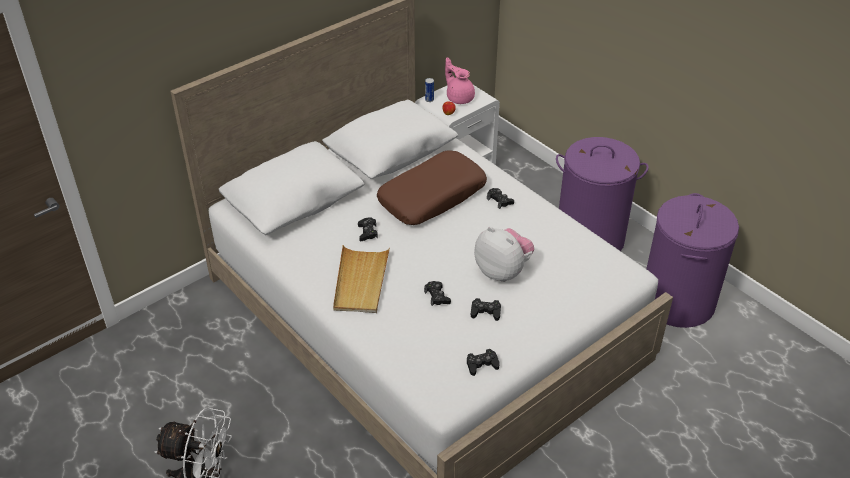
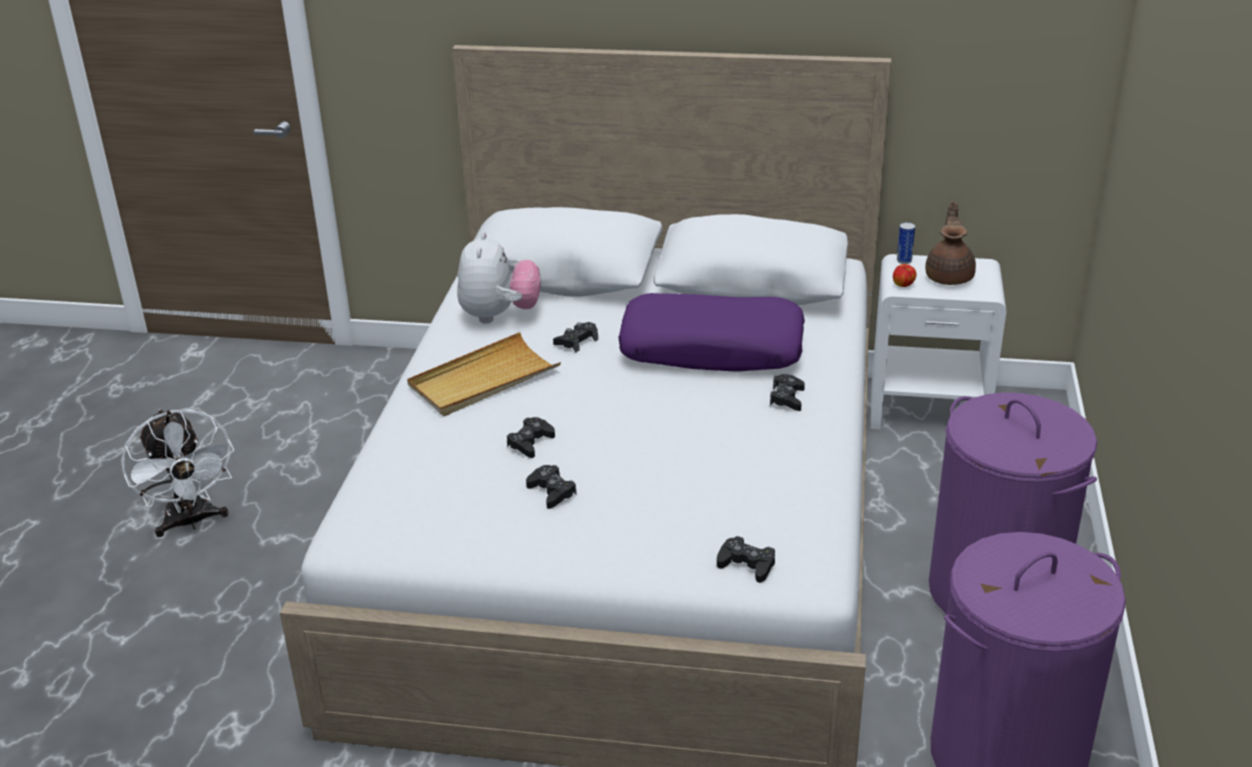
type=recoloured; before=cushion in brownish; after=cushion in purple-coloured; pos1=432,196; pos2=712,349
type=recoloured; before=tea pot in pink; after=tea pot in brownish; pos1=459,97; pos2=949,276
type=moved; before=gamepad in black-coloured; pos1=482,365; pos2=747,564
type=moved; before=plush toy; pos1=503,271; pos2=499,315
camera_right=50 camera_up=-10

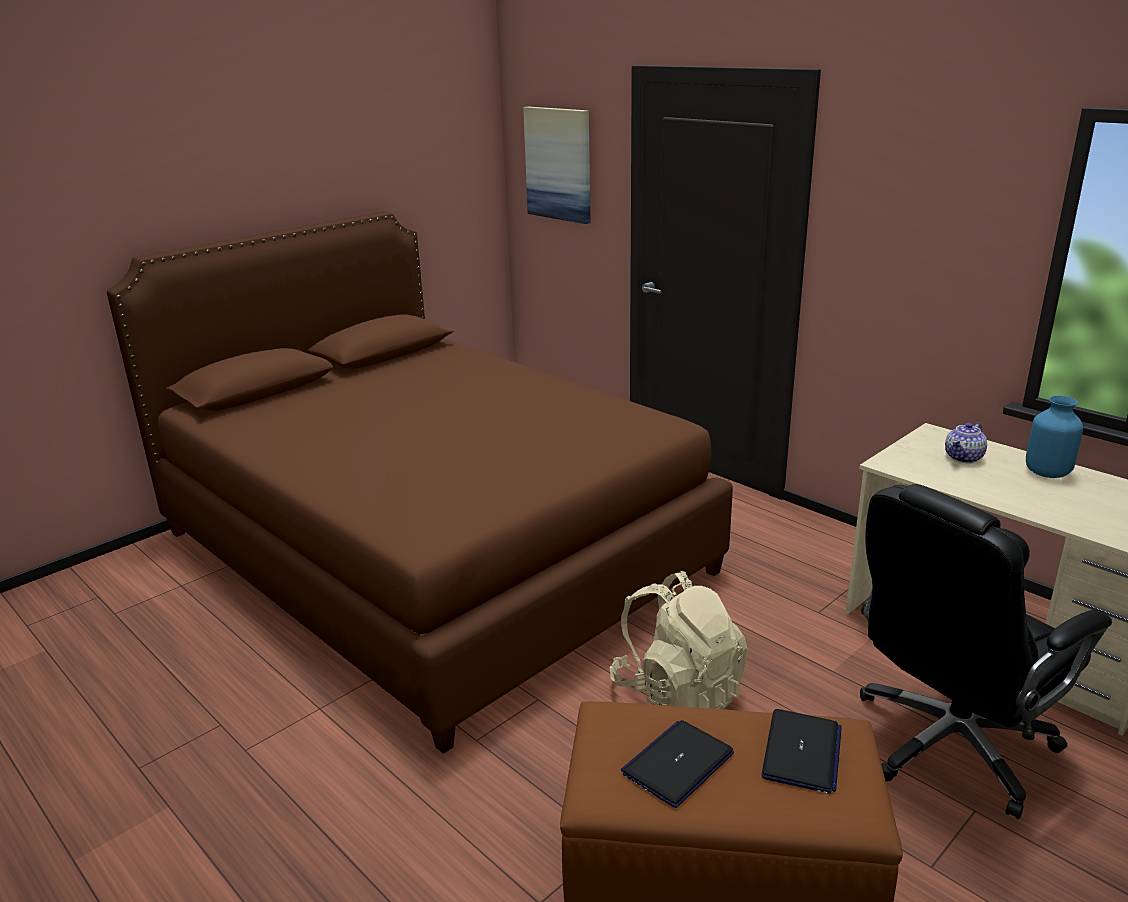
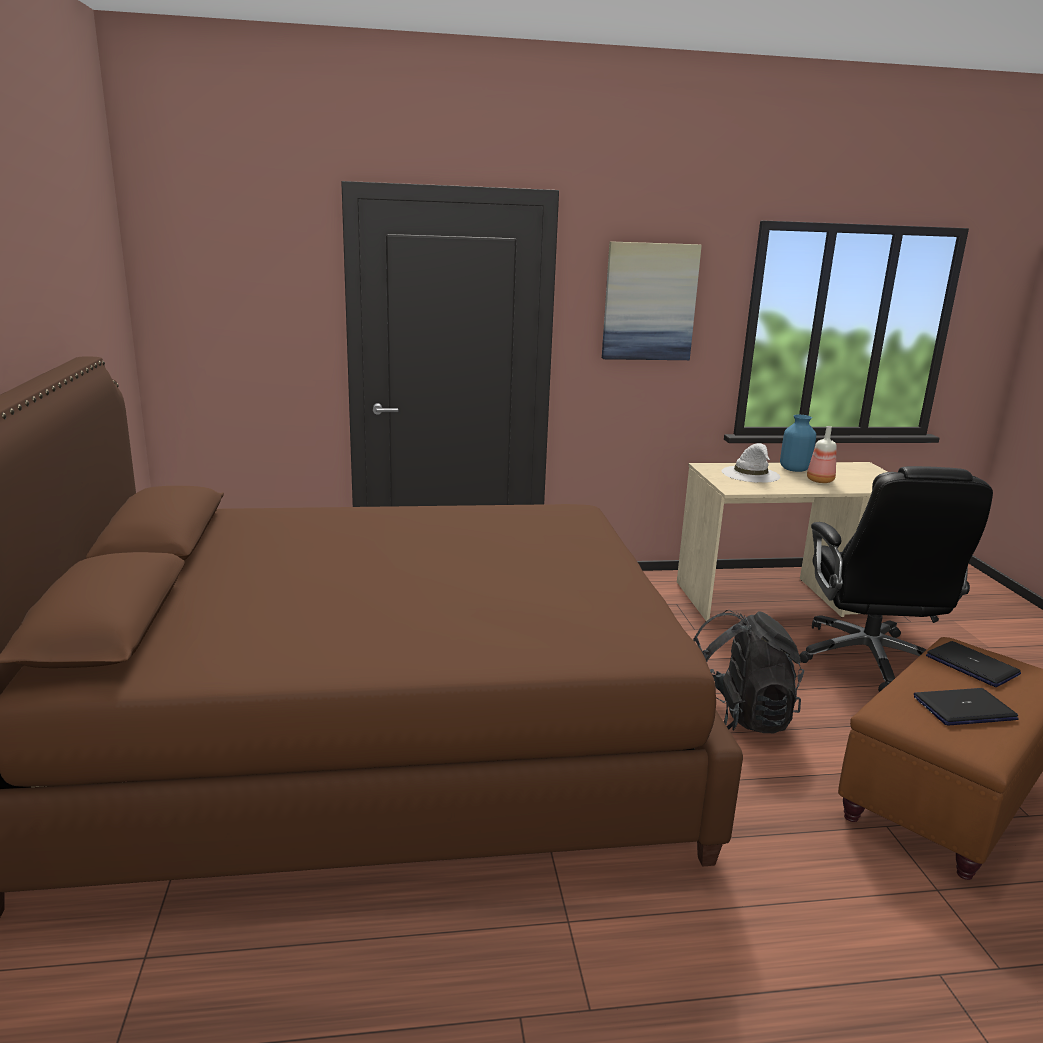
type=moved; before=picture; pos1=559,164; pos2=649,302
type=recoloured; before=knapsack in beige-coloured; after=knapsack in black-coloured; pos1=678,693; pos2=735,719
type=turned; before=notebook computer; pos1=678,764; pos2=964,708; turn=90
type=replaced; before=tea pot; after=hat in whitish; pos1=964,457; pos2=751,474
type=added; after=beverage bottle; pos2=820,481
camera_right=-55 camera_up=-5

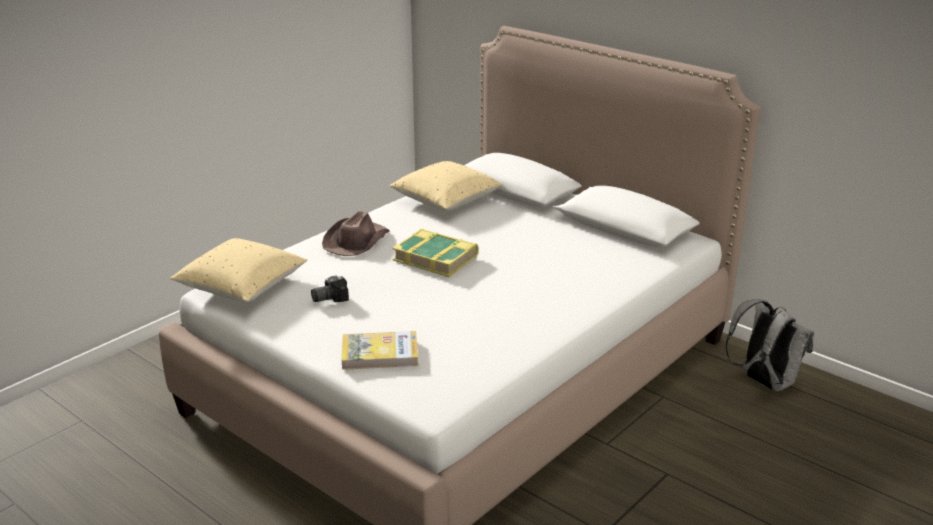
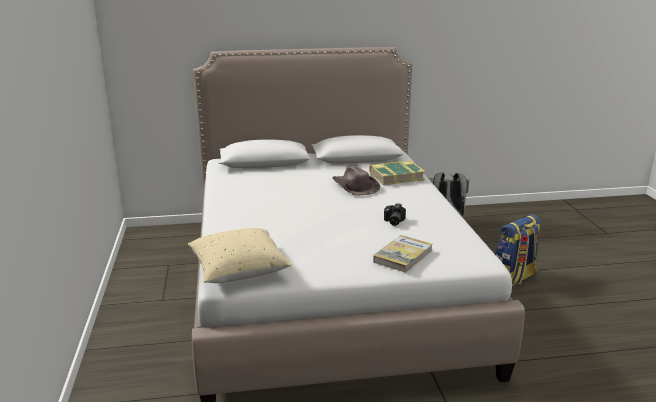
type=moved; before=still camera; pos1=328,298; pos2=393,221
type=moved; before=hat in brownish; pos1=356,241; pos2=355,187
type=removed; before=cushion in beige-coloured; pos1=446,201
type=moved; before=volume; pos1=436,258; pos2=396,177
type=added; after=knapsack; pos2=514,278
camera_right=-50 camera_up=-5

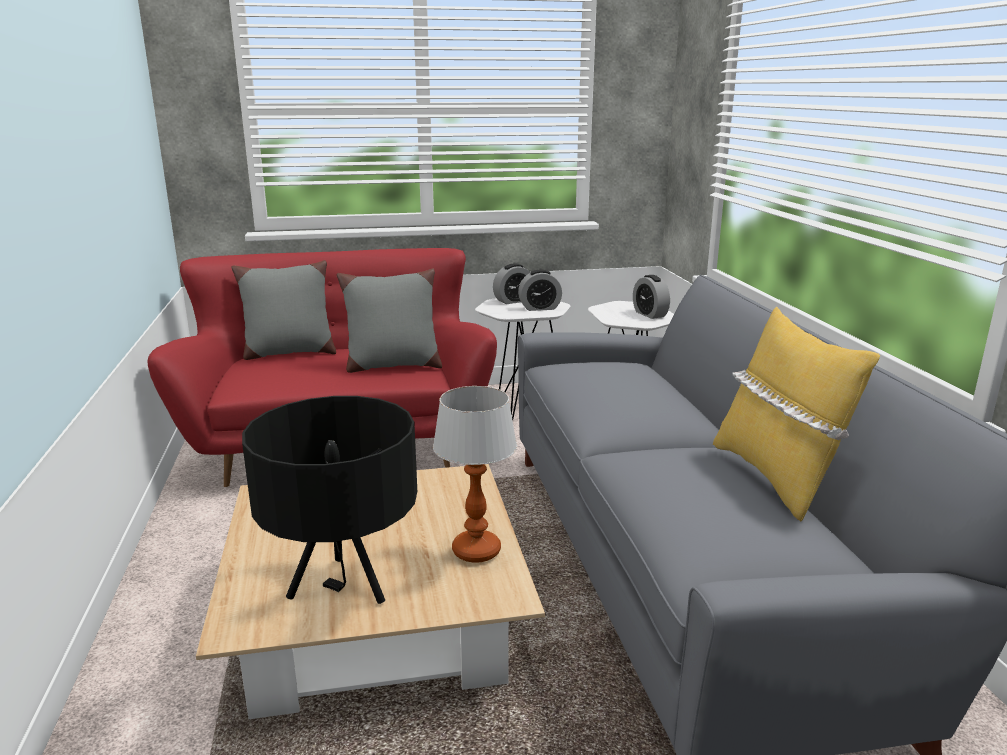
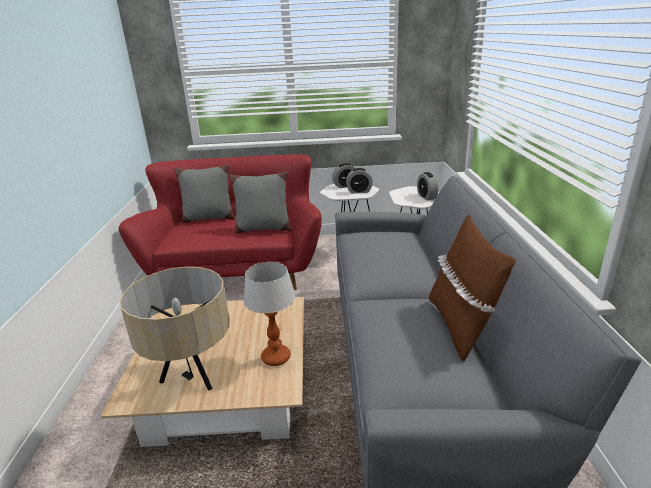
type=recoloured; before=lamp for a table in black-coloured; after=lamp for a table in beige-coloured; pos1=343,590; pos2=192,379
type=recoloured; before=cushion in yellow; after=cushion in brownish; pos1=776,477; pos2=461,325
camera_right=10 camera_up=5

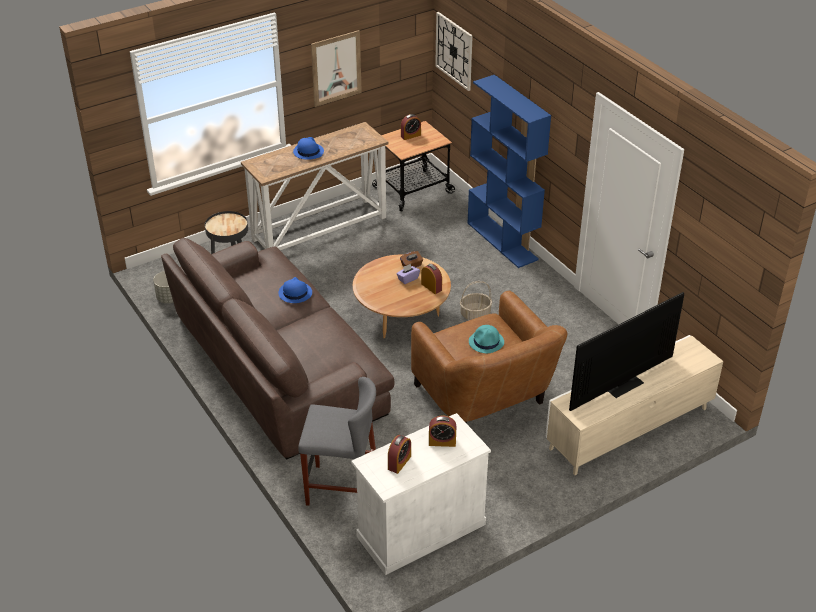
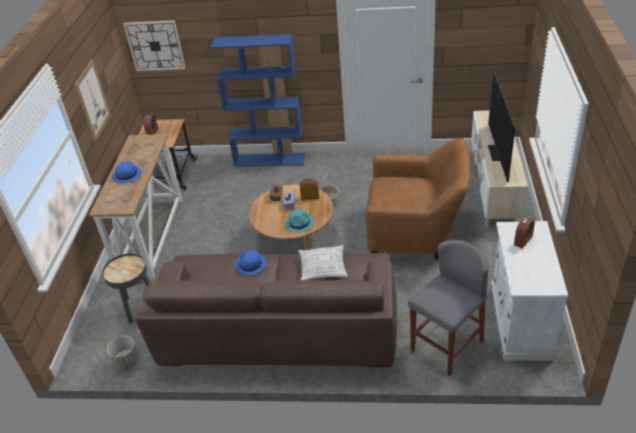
type=removed; before=table clock; pos1=399,462
type=moved; before=hat in turquoise; pos1=486,342; pos2=299,223
type=added; after=cushion; pos2=323,269
camera_right=-50 camera_up=0

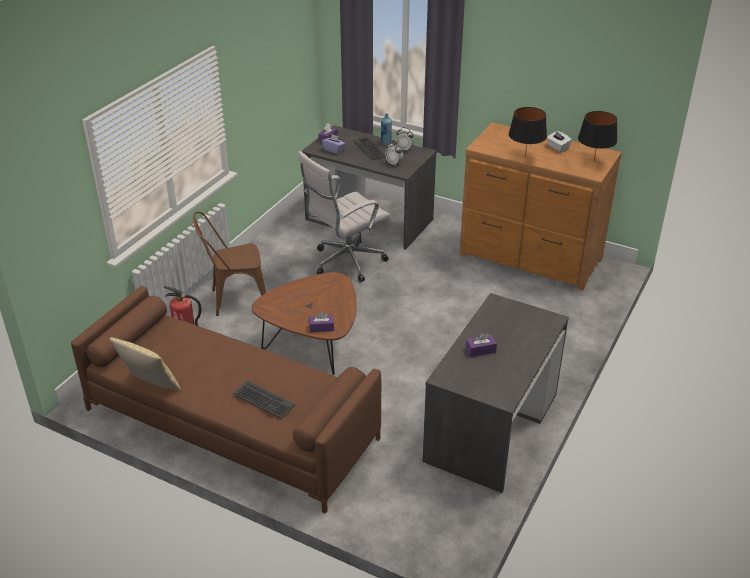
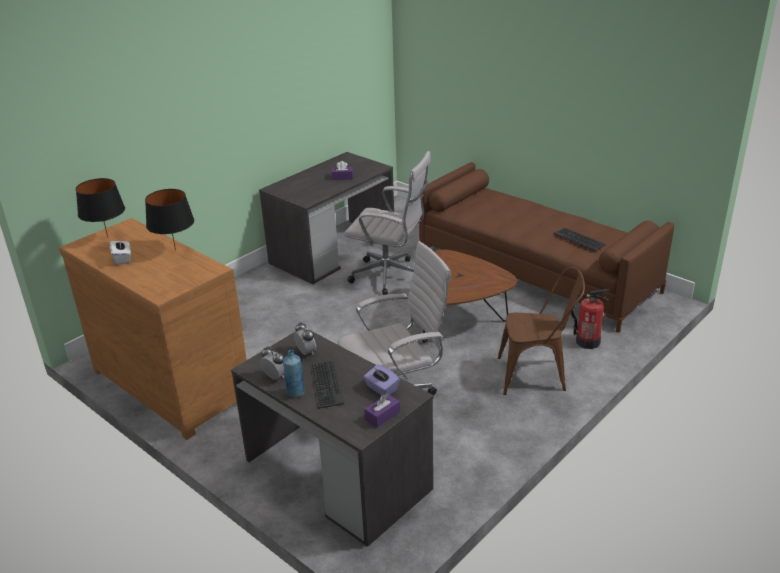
type=removed; before=cushion; pos1=150,386
type=moved; before=keyboard; pos1=263,400; pos2=579,239
type=removed; before=tissue box in purple-coloured; pos1=321,327
type=added; after=desk chair in whitish; pos2=390,277
camera_right=-165 camera_up=-5

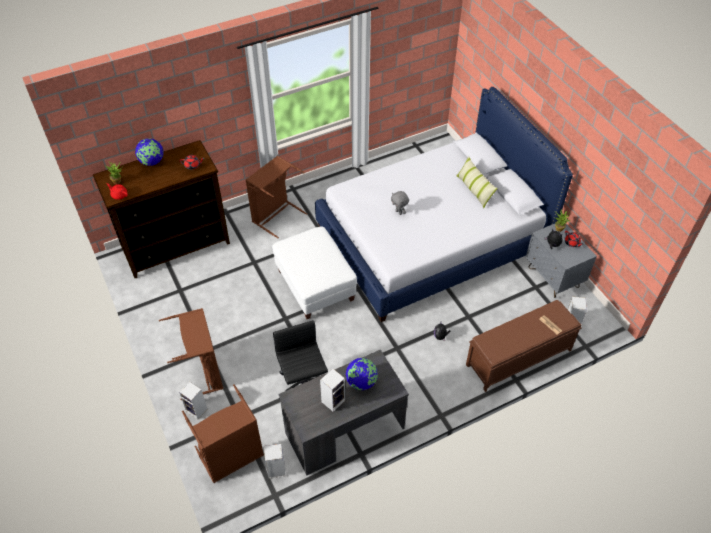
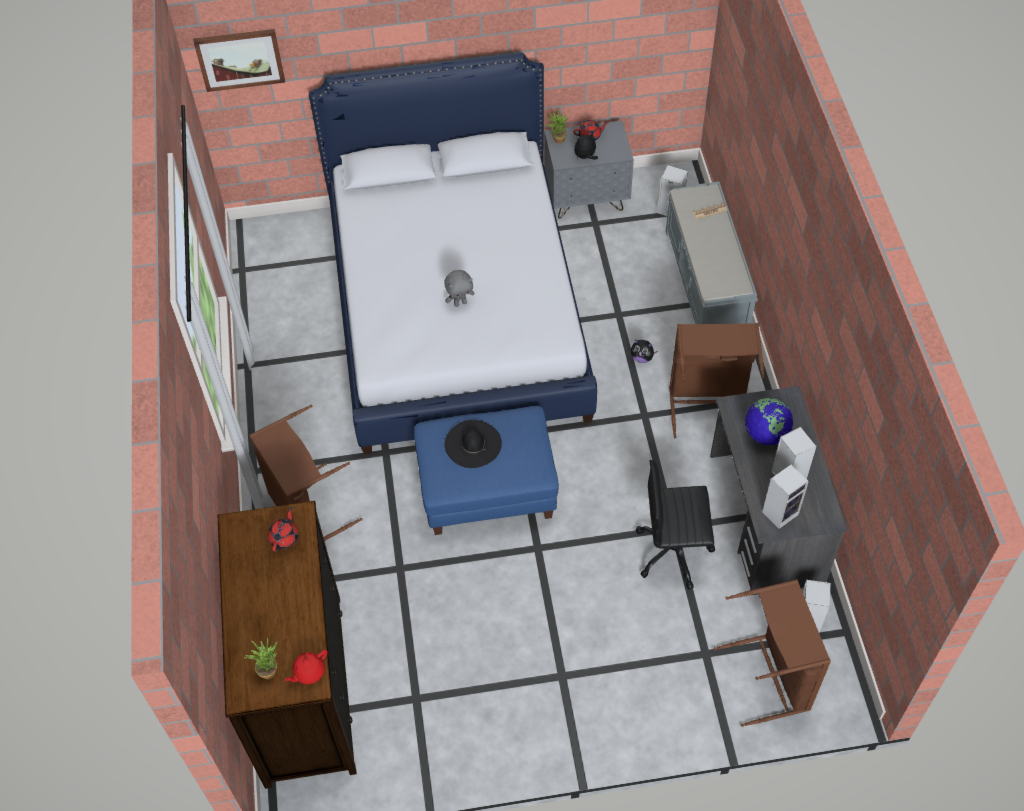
type=removed; before=globe; pos1=152,162
type=moved; before=laundry basket in brownish; pos1=204,372; pos2=709,404
type=moved; before=speaker; pos1=197,410; pos2=780,512
type=recoloured; before=ottoman in whitish; after=ottoman in blue-coloured; pos1=315,286; pos2=487,490
type=removed; before=cushion; pos1=474,190
type=recoloured; before=long seat in brownish; after=long seat in grey; pos1=518,358; pos2=706,284
type=added; after=picture; pos2=240,59
type=added; after=hat in black-coloured; pos2=473,444
camera_right=-70 camera_up=5

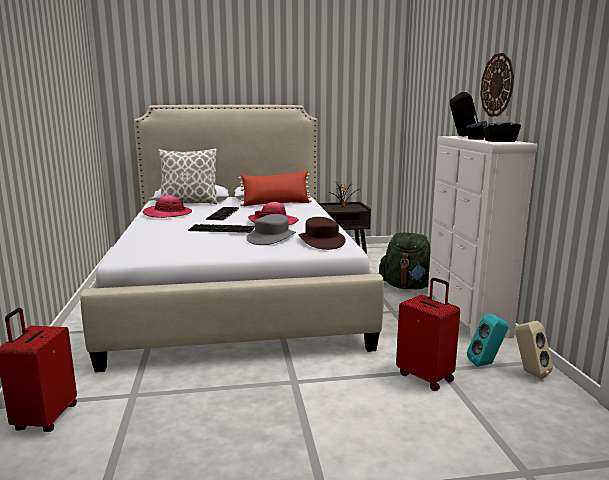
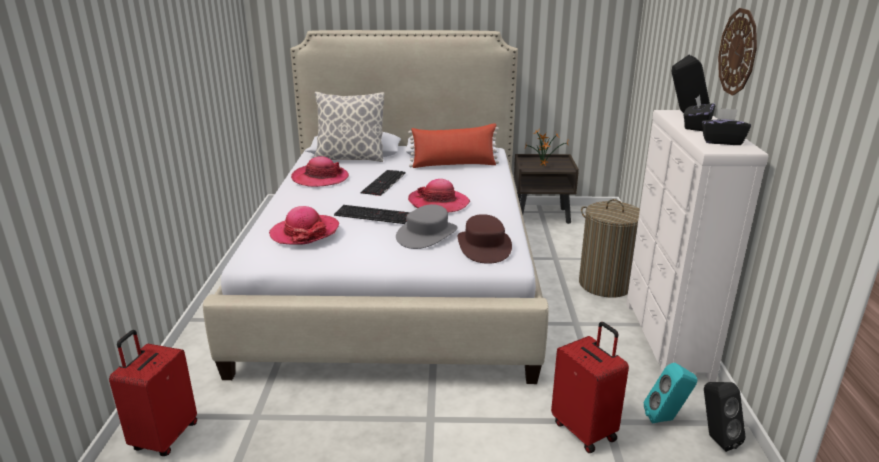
type=replaced; before=knapsack in green; after=laundry basket; pos1=407,287; pos2=606,284
type=recoloured; before=speaker in beige-coloured; after=speaker in black-coloured; pos1=529,372; pos2=715,439
type=added; after=hat; pos2=305,232
camera_right=10 camera_up=10

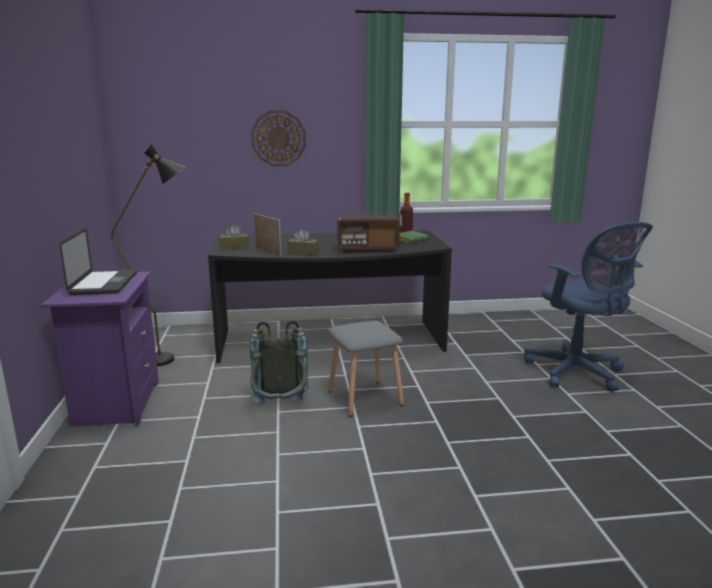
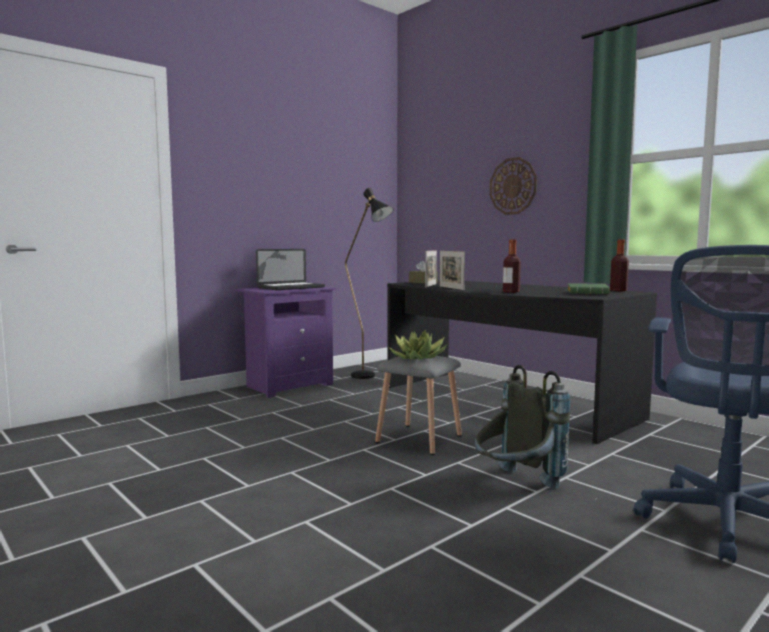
type=moved; before=knapsack in grey; pos1=280,411; pos2=516,486
type=replaced; before=tissue box in brownish; after=picture frame; pos1=303,252; pos2=451,288
type=replaced; before=radio receiver; after=beverage bottle; pos1=367,249; pos2=511,292
type=added; after=potted plant; pos2=418,357
camera_right=55 camera_up=-10

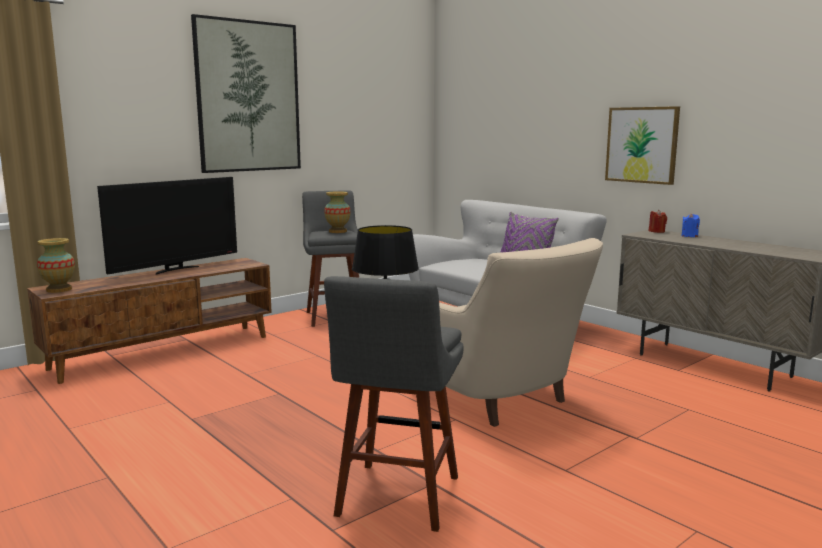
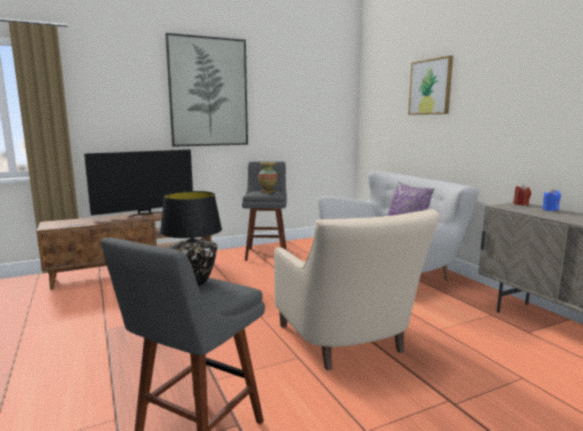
type=removed; before=decorative vase; pos1=59,289
type=moved; before=picture; pos1=642,145; pos2=430,87
camera_right=15 camera_up=0

